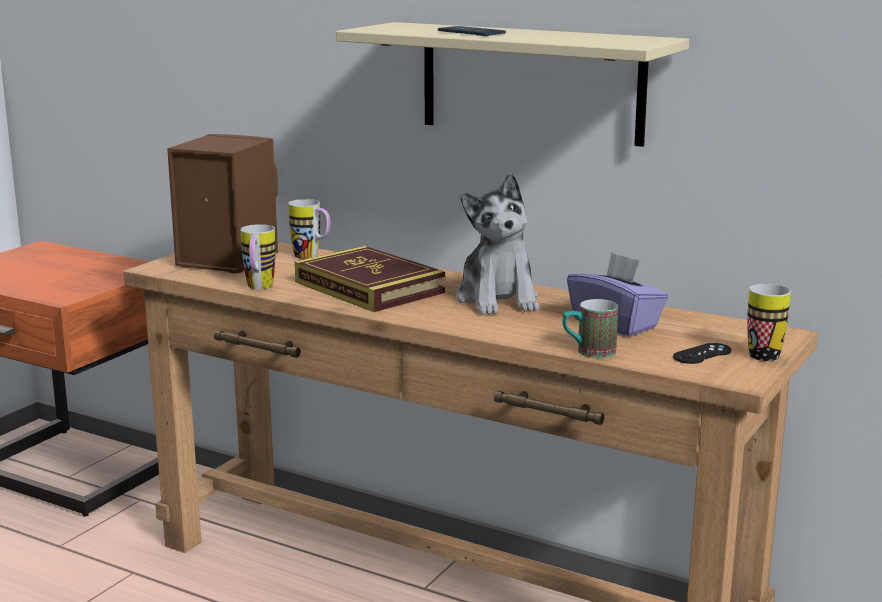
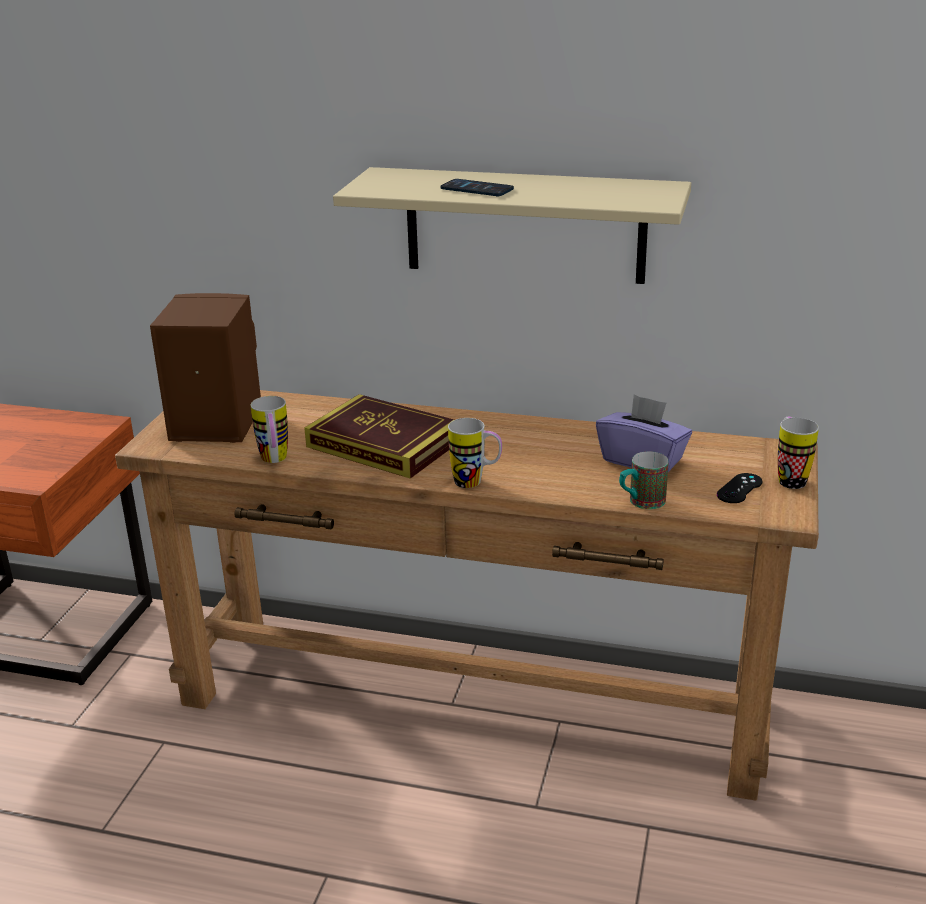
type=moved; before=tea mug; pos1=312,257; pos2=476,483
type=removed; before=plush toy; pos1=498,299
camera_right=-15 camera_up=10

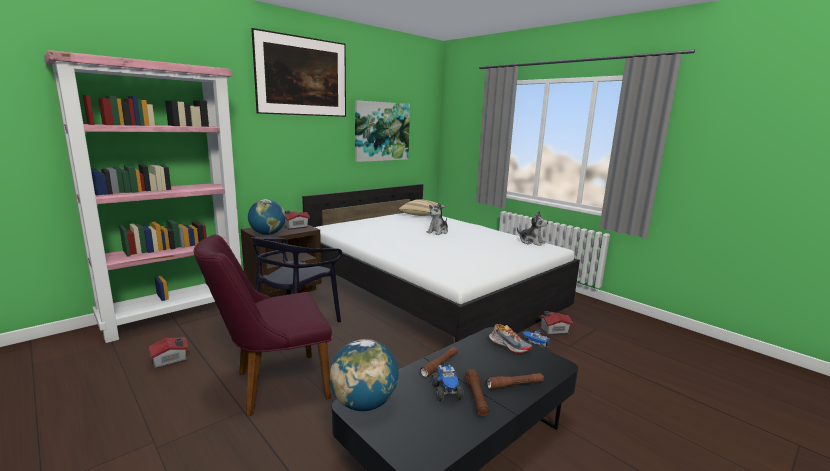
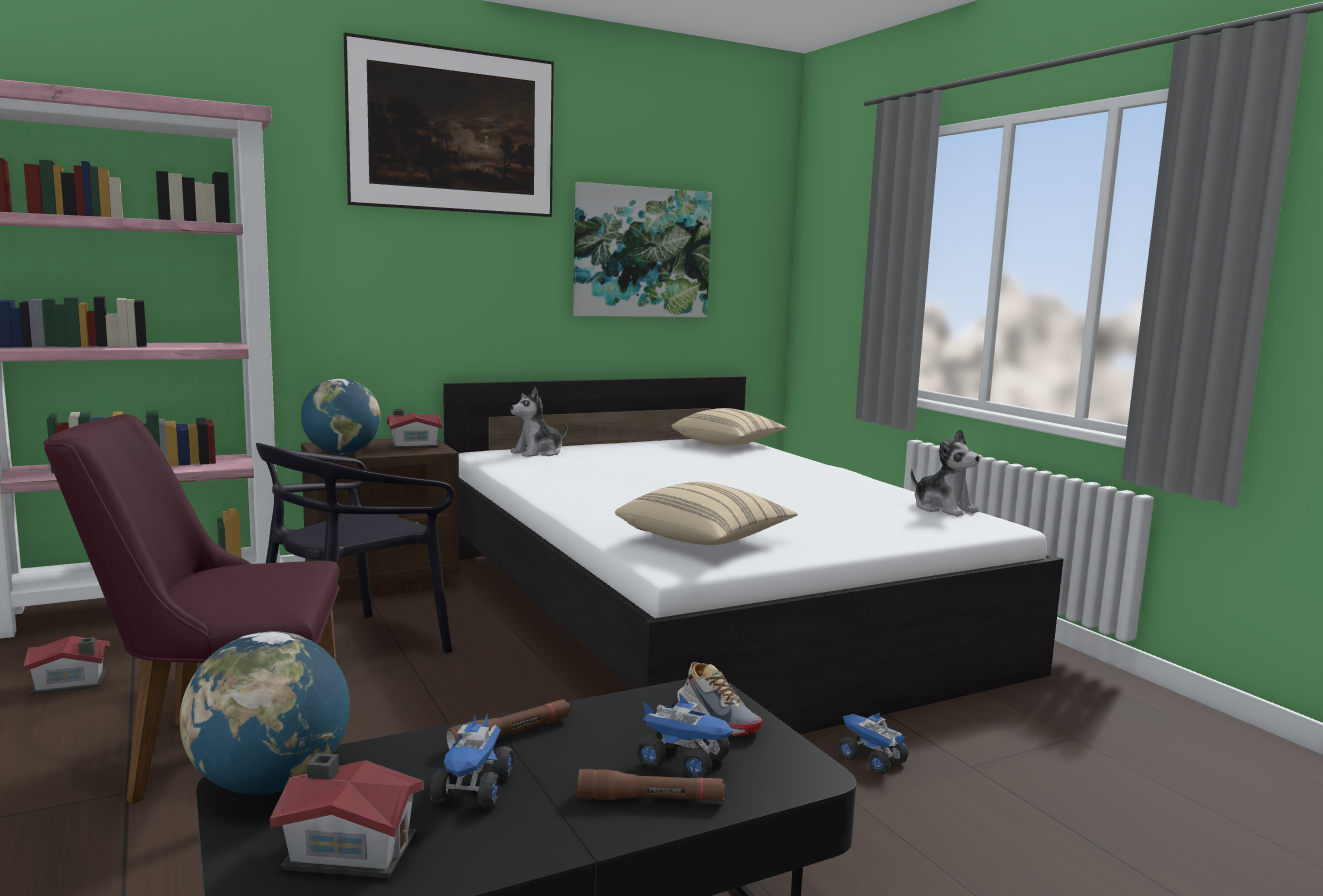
type=moved; before=plush toy; pos1=438,232; pos2=538,453
type=removed; before=hand torch in brownish; pos1=476,397
type=moved; before=miniature house; pos1=553,330; pos2=349,849
type=added; after=cushion in beige-coloured; pos2=705,540
type=added; after=model truck; pos2=684,762
camera_right=15 camera_up=-5

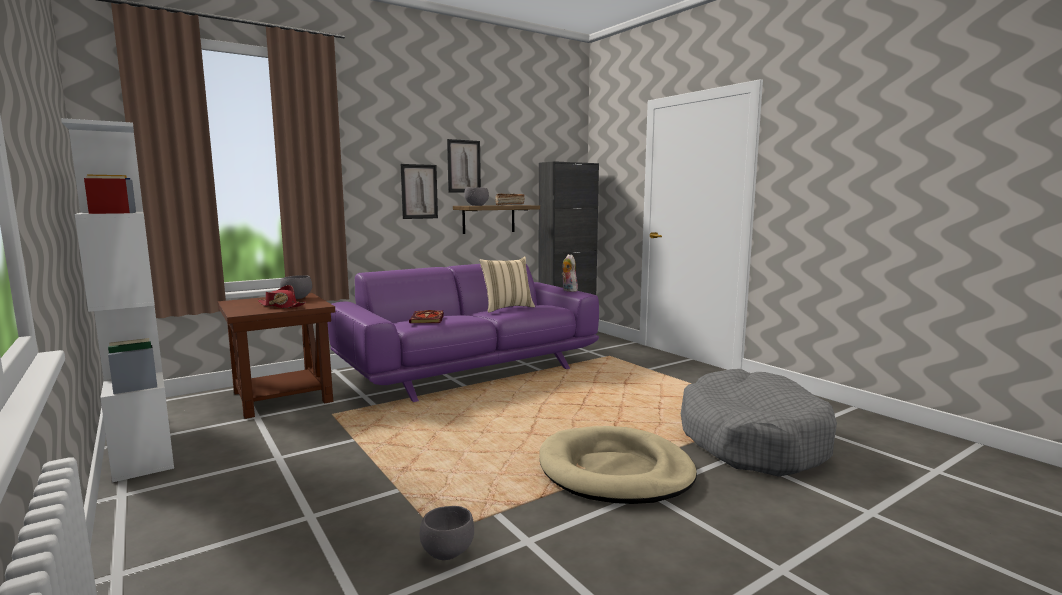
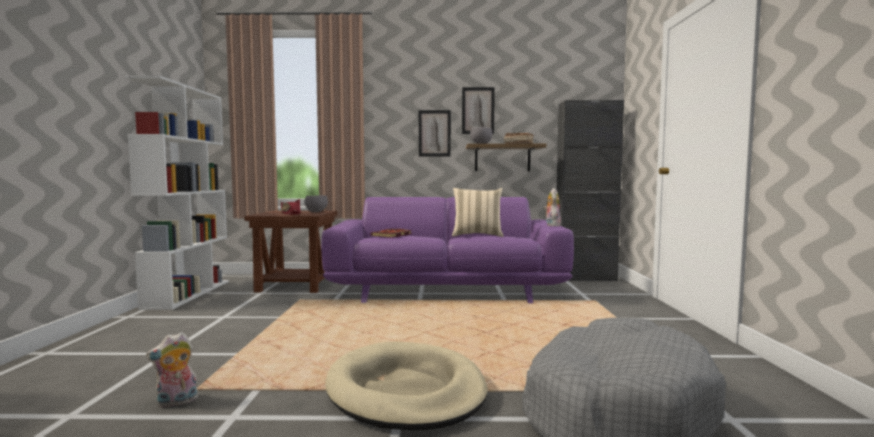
type=replaced; before=serving bowl in grey; after=plush toy; pos1=447,552; pos2=176,402
camera_right=35 camera_up=-5

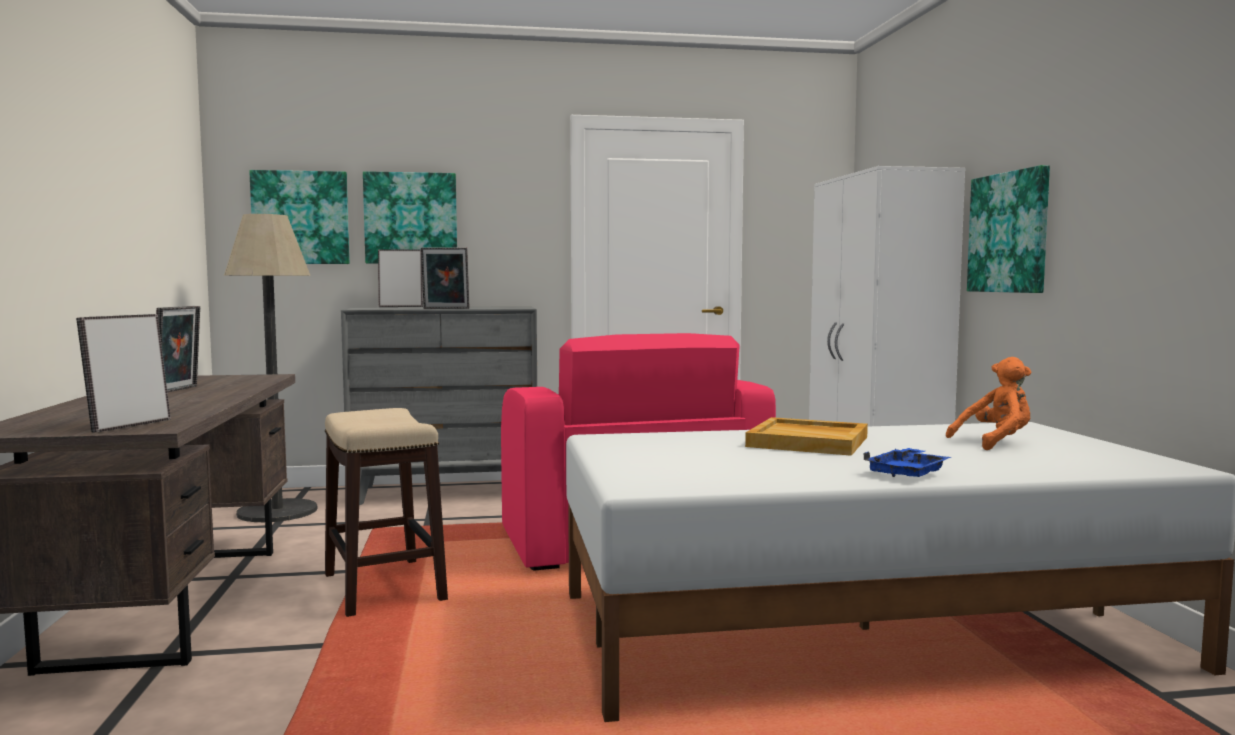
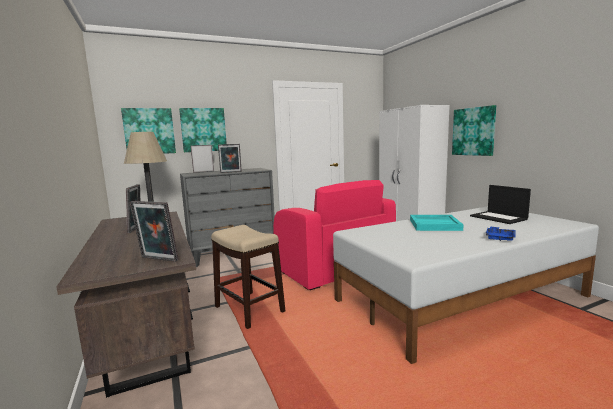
type=turned; before=picture frame; pos1=128,425; pos2=157,259; turn=-75
type=recoloured; before=tray in beige-coloured; after=tray in turquoise; pos1=809,441; pos2=435,225
type=replaced; before=plush toy in orange; after=notebook computer; pos1=995,442; pos2=499,218
camera_right=-15 camera_up=5

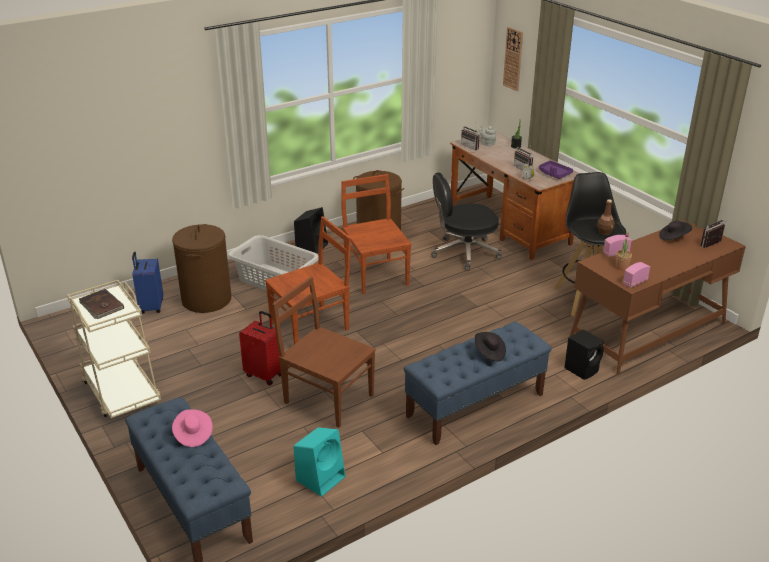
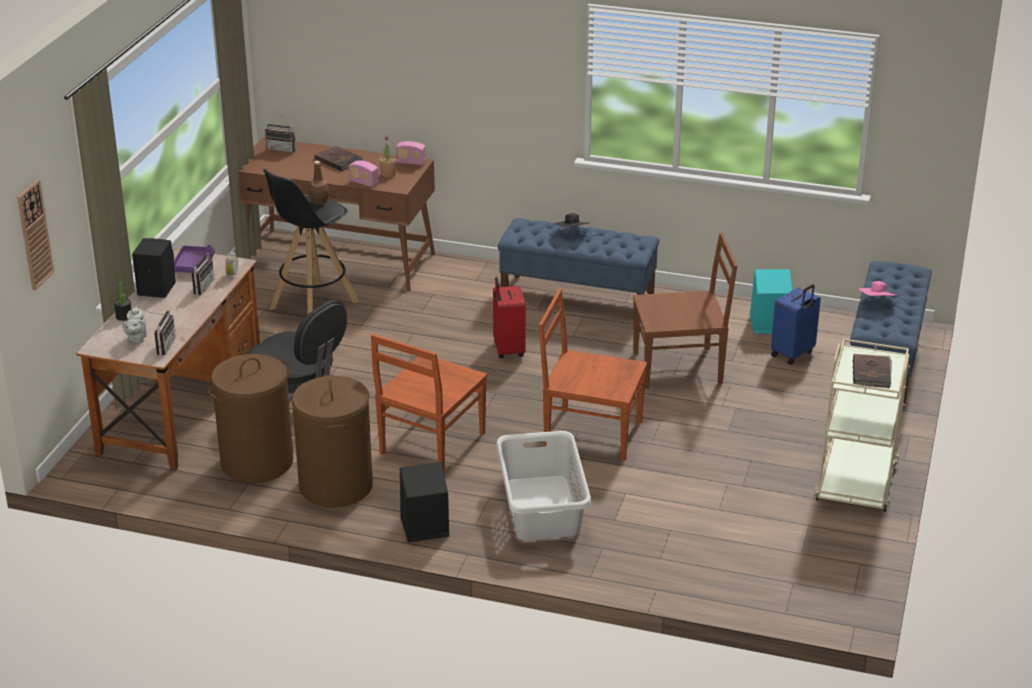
type=moved; before=suitcase in blue-coloured; pos1=151,307; pos2=793,354
type=moved; before=laundry basket in brownish; pos1=206,299; pos2=257,463
type=moved; before=suitcase in red-coloured; pos1=264,374; pos2=507,350
type=turned; before=plain chair in brownish; pos1=327,398; pos2=680,368; turn=-90
type=moved; before=speaker in black-coloured; pos1=582,369; pos2=155,288
type=removed; before=hat in black-coloured; pos1=673,237
type=added; after=volume in brownish; pos2=338,160
camera_right=-130 camera_up=0

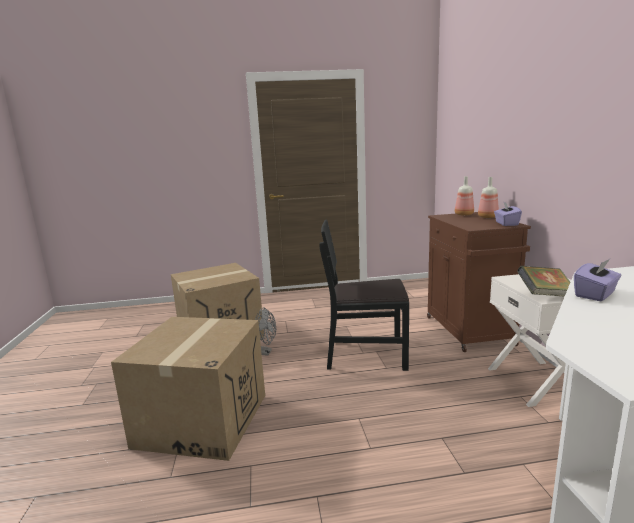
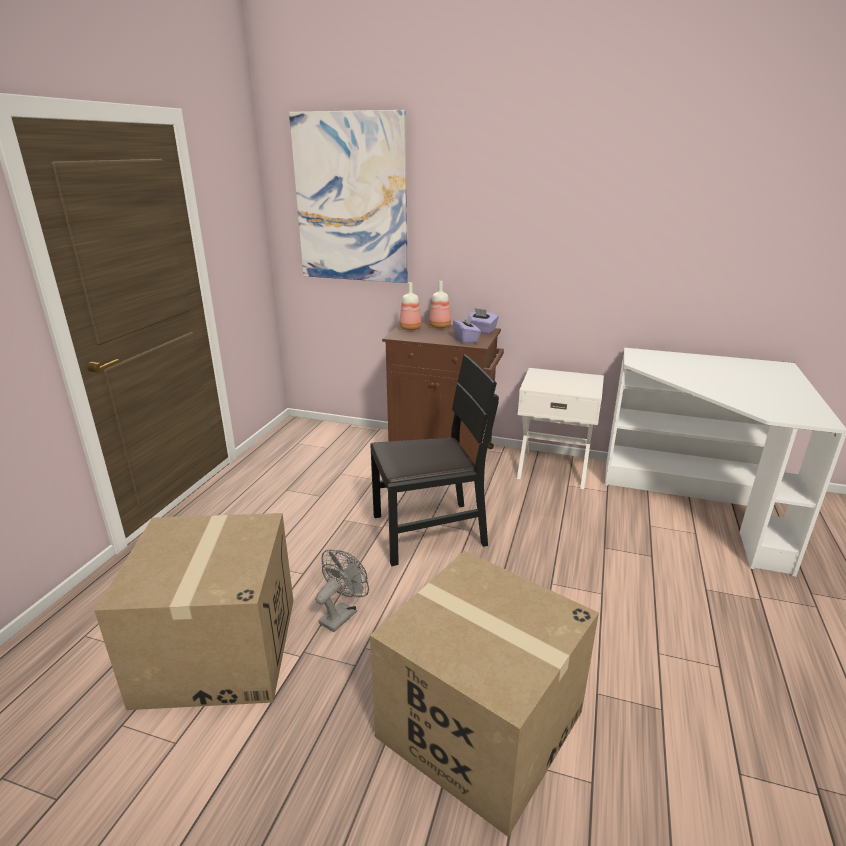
type=turned; before=plain chair in black-coloured; pos1=366,353; pos2=428,531; turn=-135
type=removed; before=volume; pos1=544,295
type=moved; before=tissue box in purple-coloured; pos1=595,294; pos2=466,340
type=added; after=picture; pos2=351,199
camera_right=-65 camera_up=10

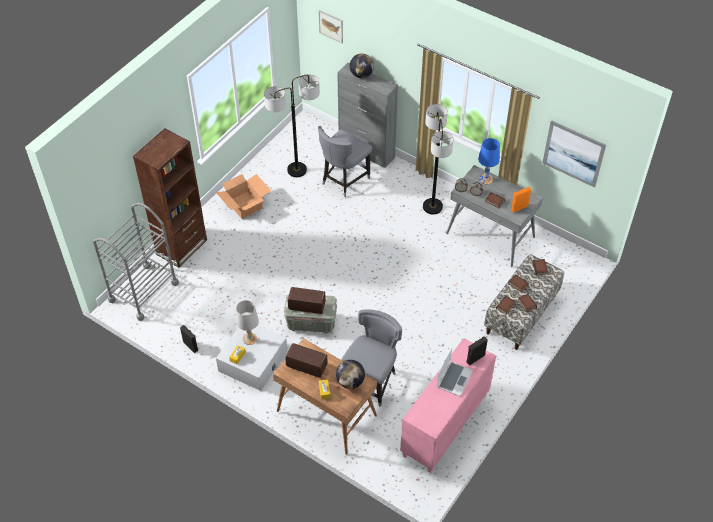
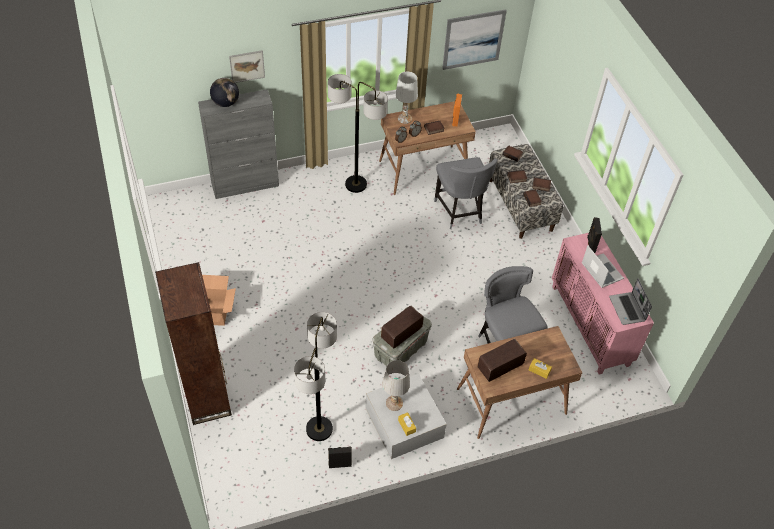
type=removed; before=cart in grey; pos1=143,291
type=moved; before=floor lamp; pos1=296,170; pos2=319,429
type=moved; before=plain chair in grey; pos1=344,180; pos2=459,212
type=moved; before=picture; pos1=331,26; pos2=247,66
type=removed; before=globe; pos1=350,382
type=recoloured; before=desk unit in grey; after=desk unit in brownish; pos1=491,235; pos2=424,170
type=recoloured; before=lamp for a table in blue-coloured; after=lamp for a table in whitish; pos1=485,179; pos2=404,118
type=added; after=notebook computer; pos2=627,309
camera_right=-55 camera_up=0

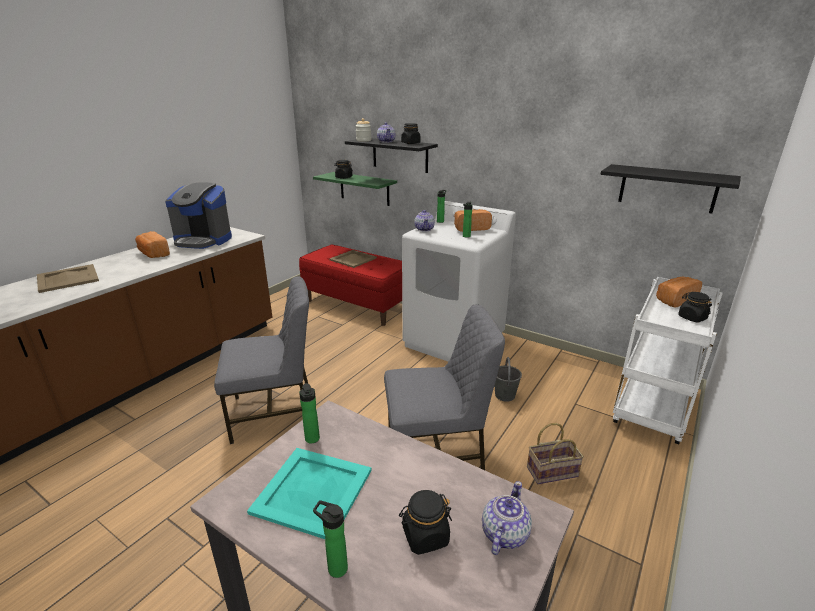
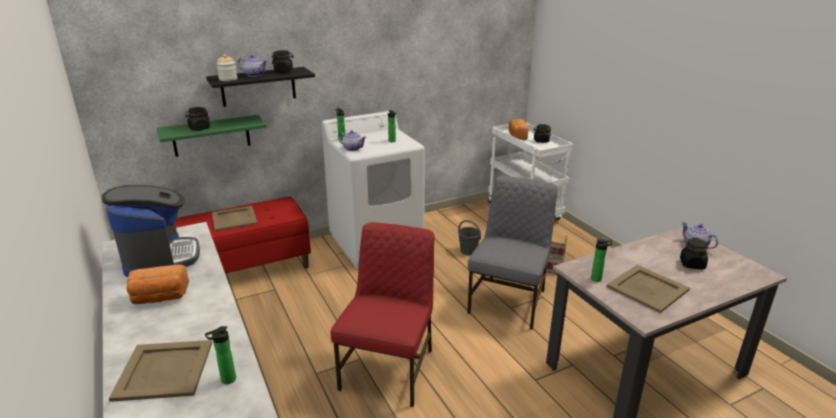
type=turned; before=coffee machine; pos1=203,240; pos2=160,259; turn=-60
type=recoloured; before=plain chair in grey; after=plain chair in red-coloured; pos1=275,413; pos2=389,368
type=recoloured; before=tray in turquoise; after=tray in beige-coloured; pos1=313,492; pos2=648,288
type=moved; before=beverage bottle; pos1=335,567; pos2=226,380
type=removed; before=bread; pos1=471,228
type=removed; before=bracket shelf in black-coloured; pos1=667,188
camera_right=-60 camera_up=0

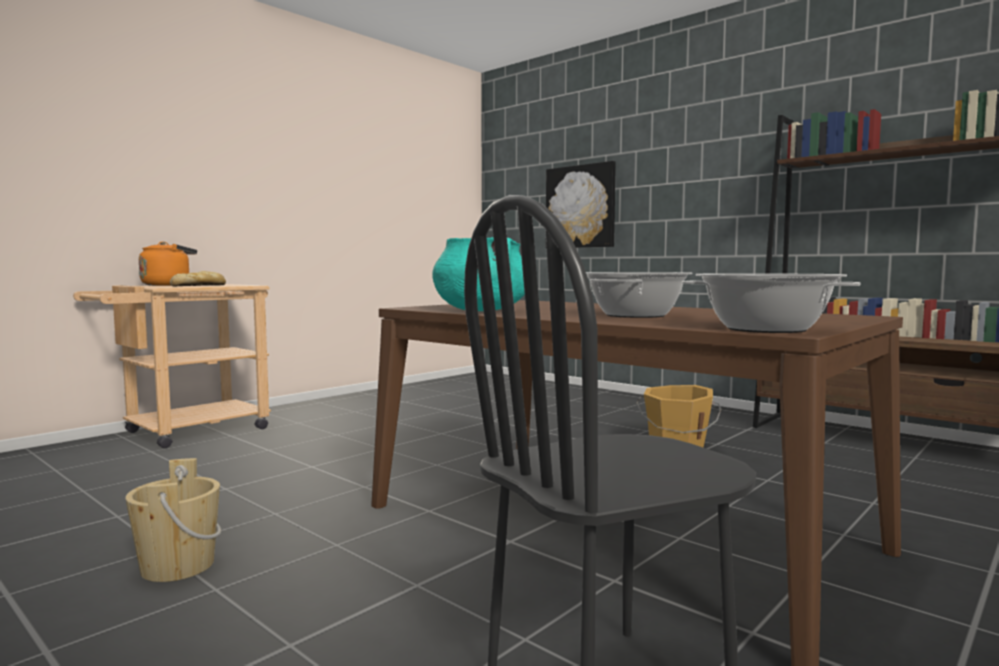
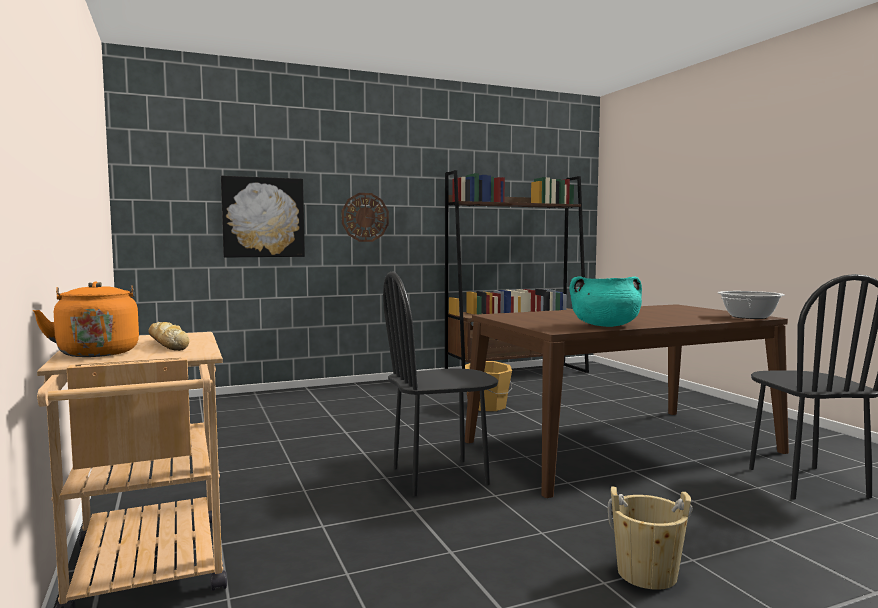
type=removed; before=saucepot; pos1=635,315
type=added; after=clock on the wall; pos2=365,217
type=added; after=plain chair in black-coloured; pos2=440,476
camera_right=-65 camera_up=0

